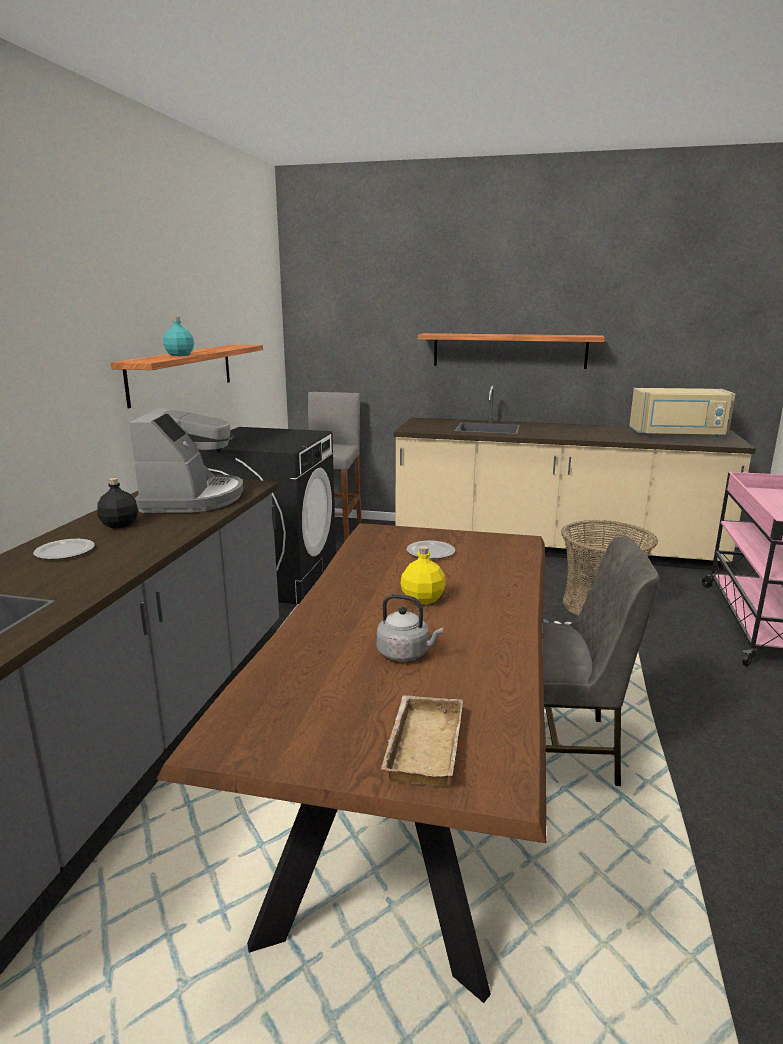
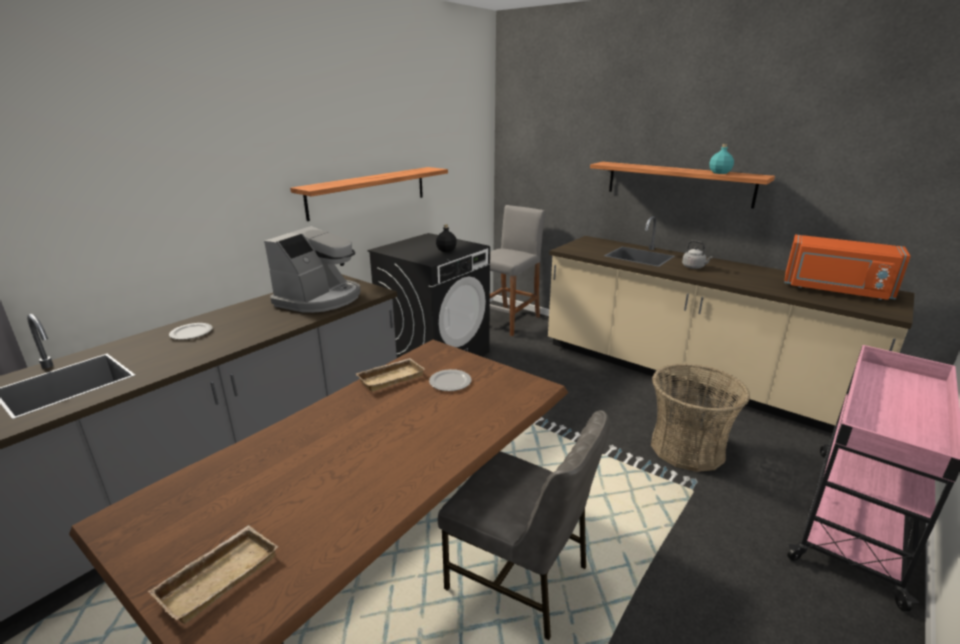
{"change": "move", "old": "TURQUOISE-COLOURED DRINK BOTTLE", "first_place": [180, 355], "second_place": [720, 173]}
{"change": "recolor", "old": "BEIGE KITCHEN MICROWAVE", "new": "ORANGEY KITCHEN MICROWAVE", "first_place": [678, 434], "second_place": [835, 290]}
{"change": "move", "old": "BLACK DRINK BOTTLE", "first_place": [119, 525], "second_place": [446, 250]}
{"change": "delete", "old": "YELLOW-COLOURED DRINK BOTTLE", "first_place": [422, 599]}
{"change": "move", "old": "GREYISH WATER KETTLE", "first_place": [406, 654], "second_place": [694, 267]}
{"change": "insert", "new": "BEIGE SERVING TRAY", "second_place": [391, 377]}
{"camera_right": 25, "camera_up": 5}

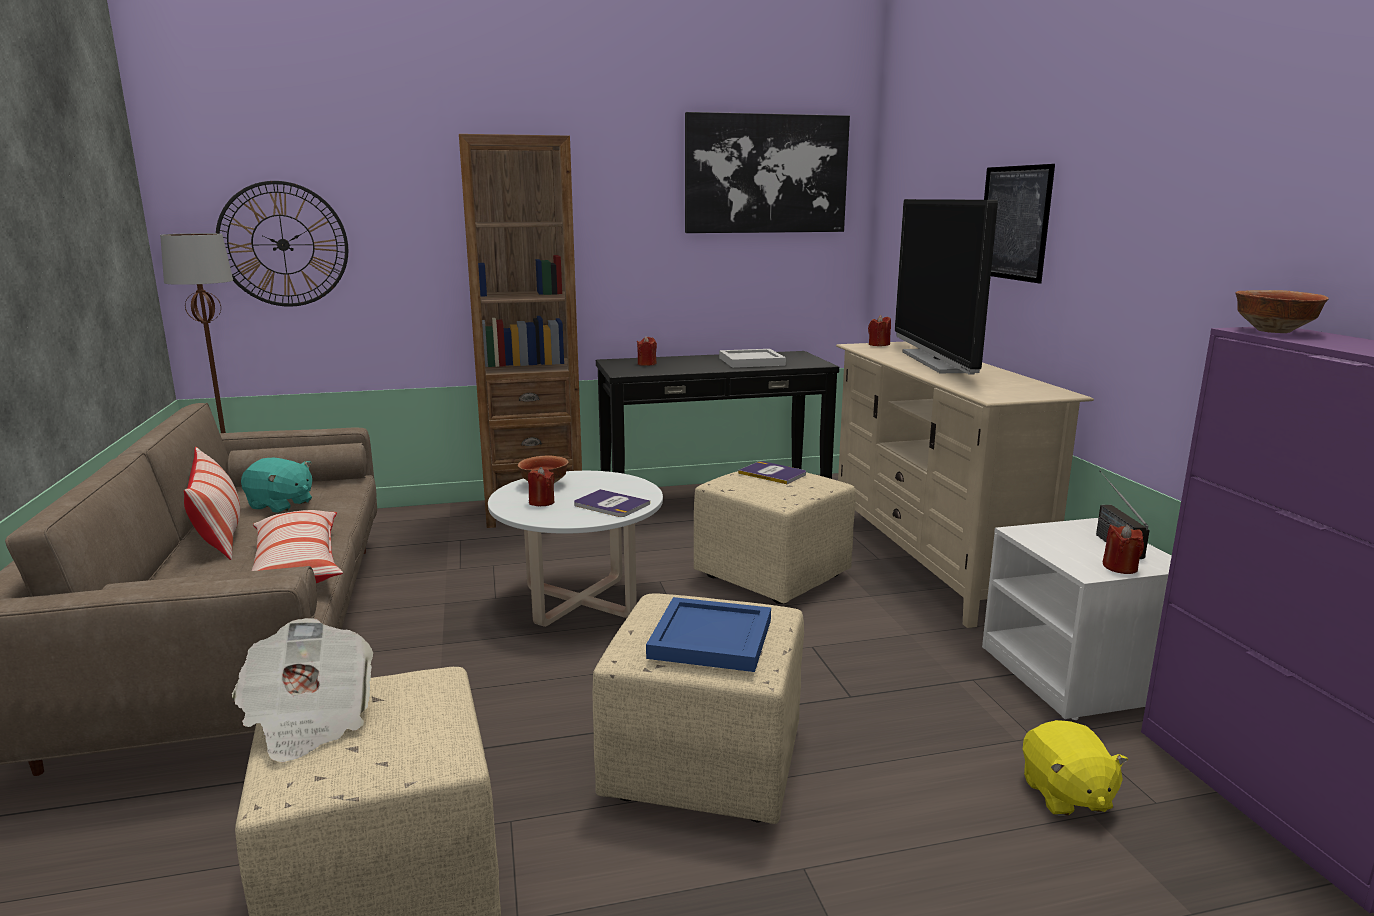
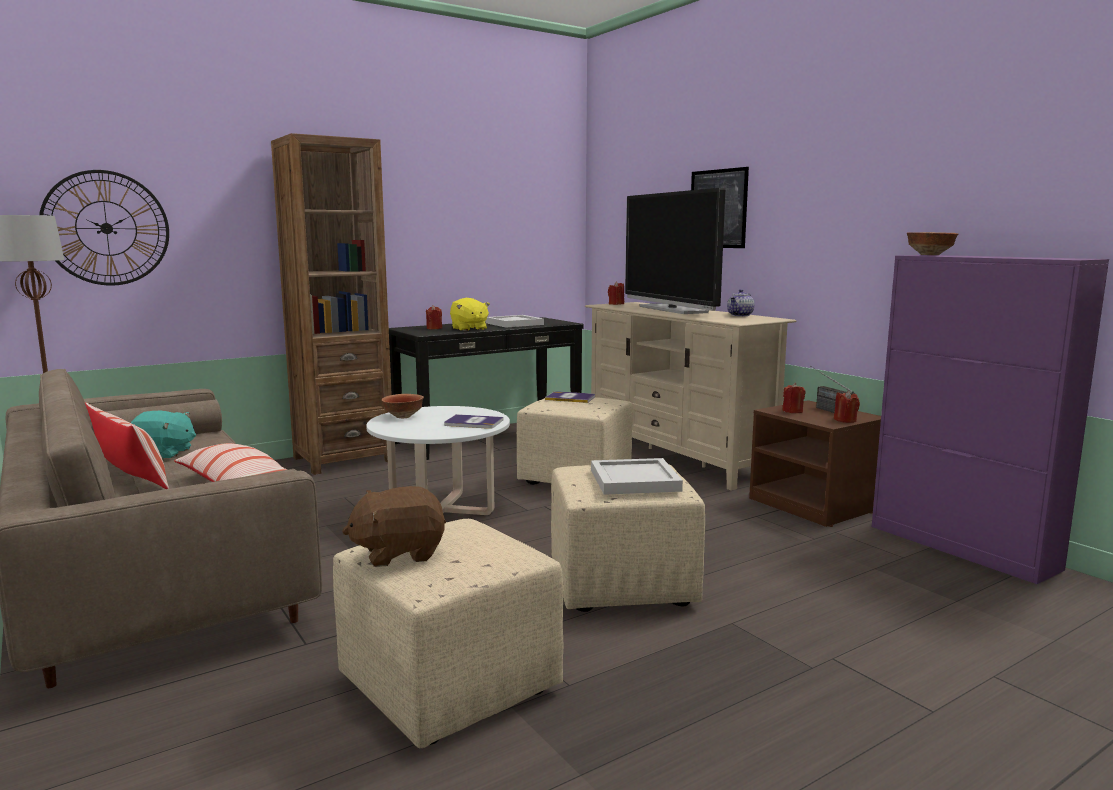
{"change": "delete", "old": "WALL PICTURE", "first_place": [766, 174]}
{"change": "move", "old": "RED-COLOURED WAX CANDLE", "first_place": [541, 502], "second_place": [792, 411]}
{"change": "recolor", "old": "WHITE NIGHT TABLE", "new": "BROWN-COLOURED NIGHT TABLE", "first_place": [1075, 675], "second_place": [815, 505]}
{"change": "recolor", "old": "BLUE SERVING TRAY", "new": "WHITE SERVING TRAY", "first_place": [709, 638], "second_place": [633, 480]}
{"change": "replace", "old": "NEWSPAPER", "new": "BROWN-COLOURED CUDDLY TOY", "first_place": [309, 719], "second_place": [398, 553]}
{"change": "move", "old": "YELLOW-COLOURED CUDDLY TOY", "first_place": [1065, 795], "second_place": [469, 329]}
{"change": "insert", "new": "POT FOR TEA", "second_place": [740, 315]}
{"camera_right": -20, "camera_up": -5}

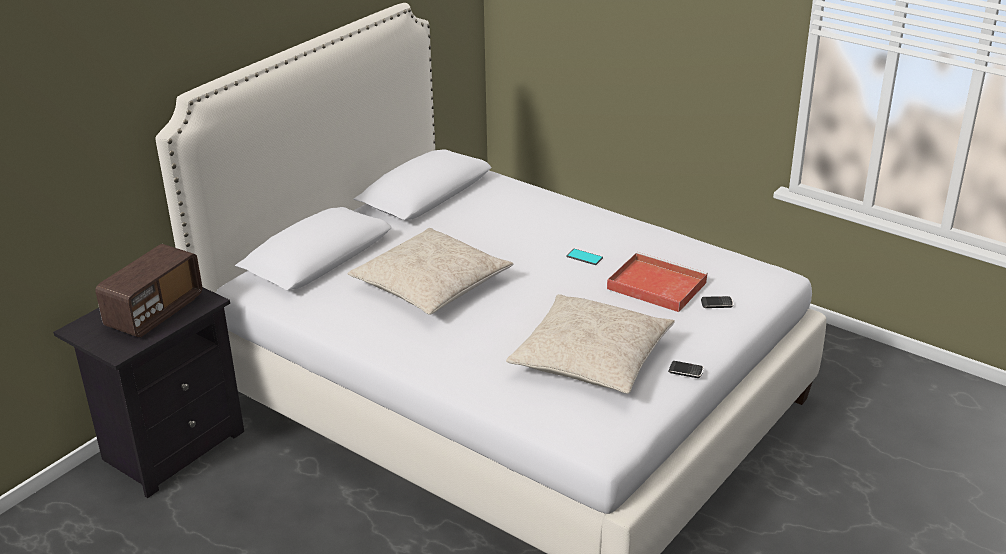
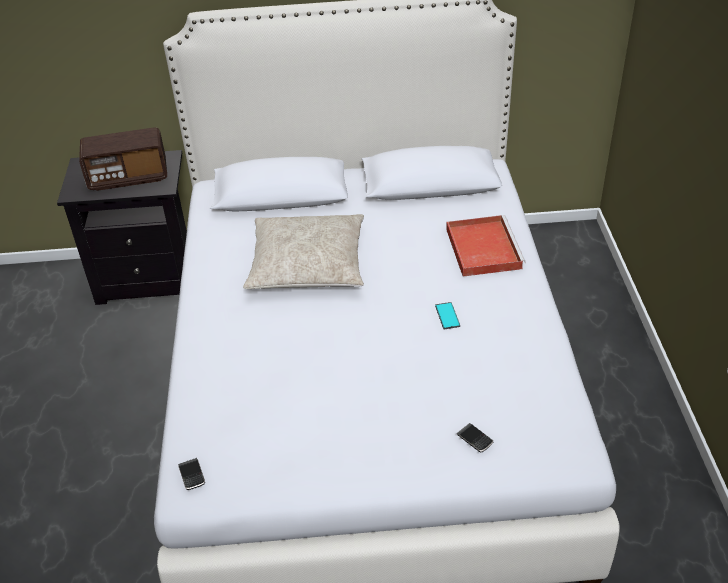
{"change": "move", "old": "RED-COLOURED SERVING TRAY", "first_place": [654, 285], "second_place": [482, 247]}
{"change": "delete", "old": "BEIGE PILLOW", "first_place": [591, 358]}
{"change": "move", "old": "TELEPHONE", "first_place": [685, 371], "second_place": [192, 475]}
{"camera_right": 50, "camera_up": 10}

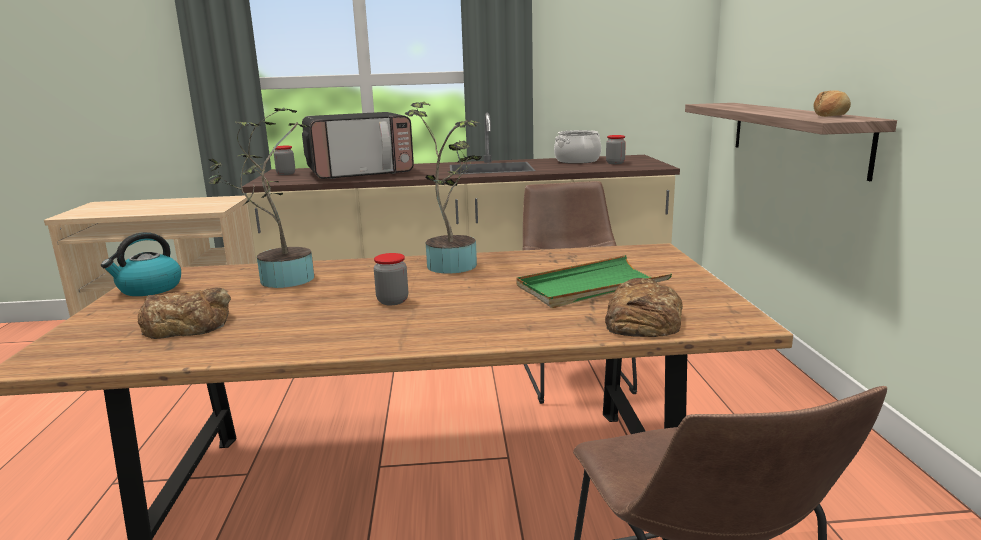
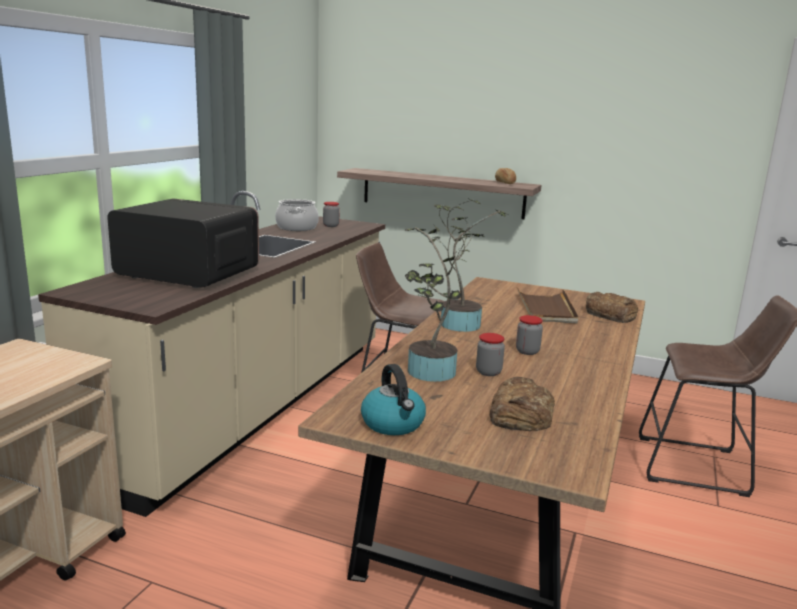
{"change": "rotate", "old": "KITCHEN MICROWAVE", "first_place": [360, 173], "second_place": [187, 273], "degrees": -75}
{"change": "move", "old": "STORAGE JAR", "first_place": [286, 174], "second_place": [488, 372]}
{"change": "recolor", "old": "GREENISH SERVING TRAY", "new": "BROWN-COLOURED SERVING TRAY", "first_place": [591, 287], "second_place": [546, 309]}
{"camera_right": -65, "camera_up": 0}

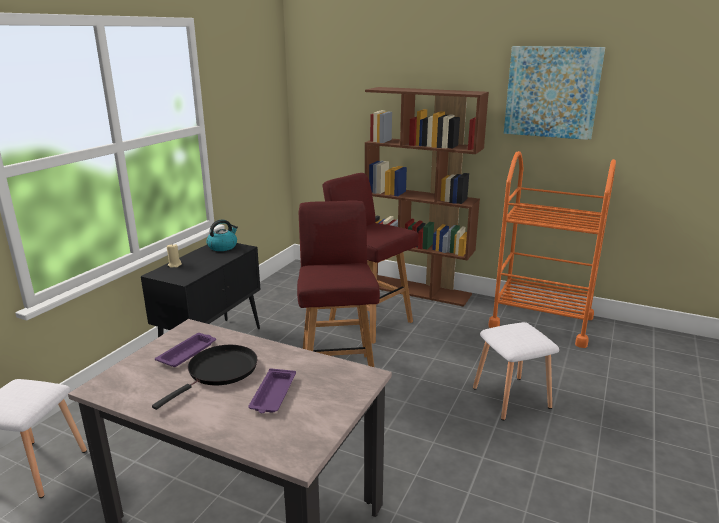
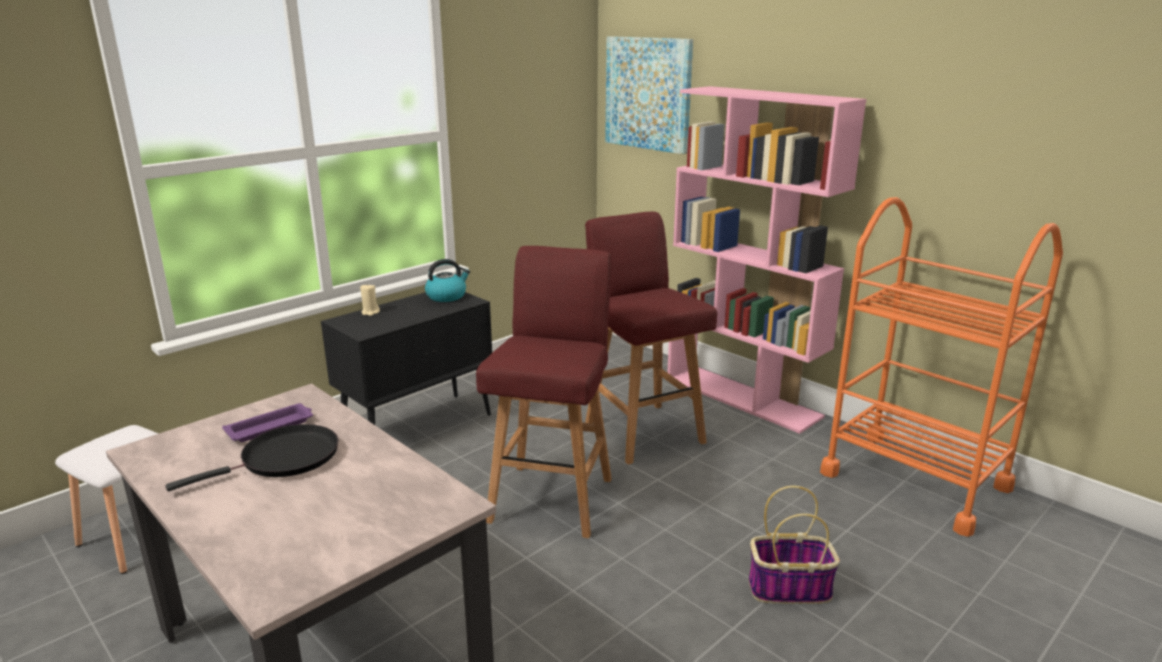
{"change": "move", "old": "WALL PICTURE", "first_place": [552, 92], "second_place": [648, 93]}
{"change": "recolor", "old": "BROWN-COLOURED SHELVING UNIT", "new": "PINK SHELVING UNIT", "first_place": [418, 290], "second_place": [743, 398]}
{"change": "replace", "old": "WHITE STOOL SEAT", "new": "BASKET", "first_place": [512, 397], "second_place": [790, 588]}
{"change": "delete", "old": "PURPLISH SERVING TRAY", "first_place": [273, 395]}
{"camera_right": 20, "camera_up": 0}

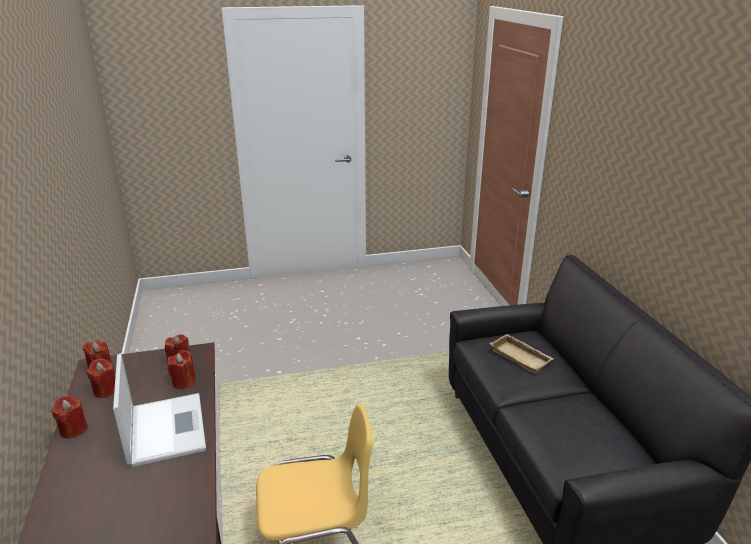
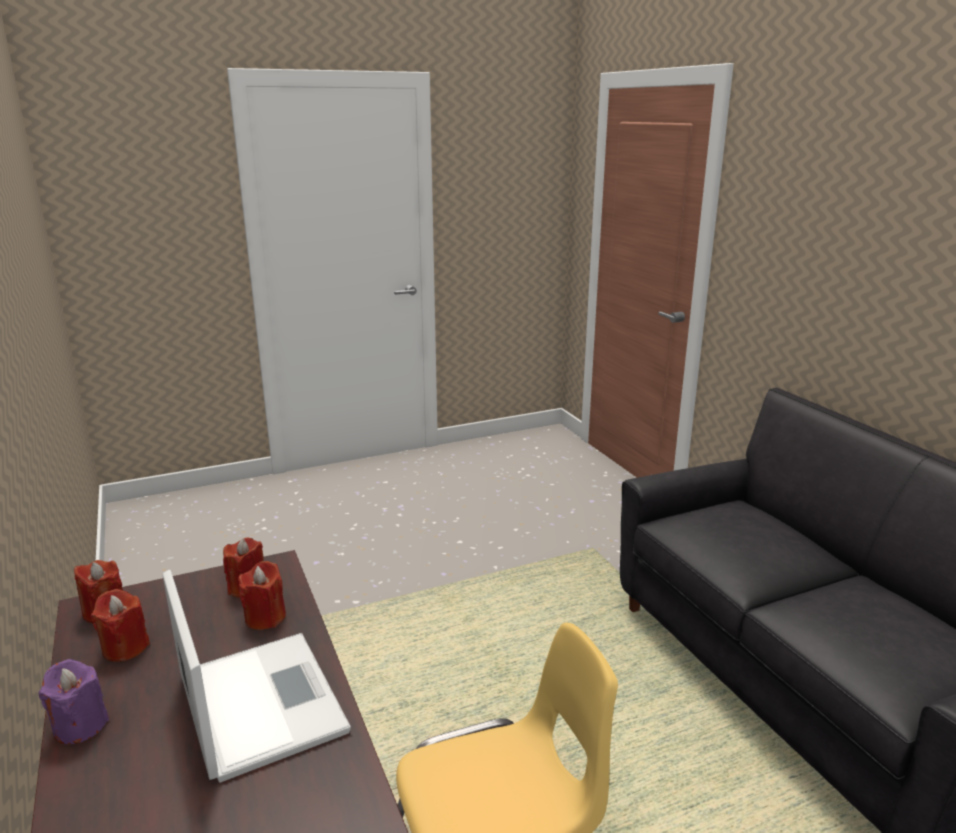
{"change": "delete", "old": "BEIGE SERVING TRAY", "first_place": [522, 357]}
{"change": "recolor", "old": "RED-COLOURED WAX CANDLE", "new": "PURPLISH WAX CANDLE", "first_place": [73, 429], "second_place": [80, 726]}
{"camera_right": -10, "camera_up": -5}

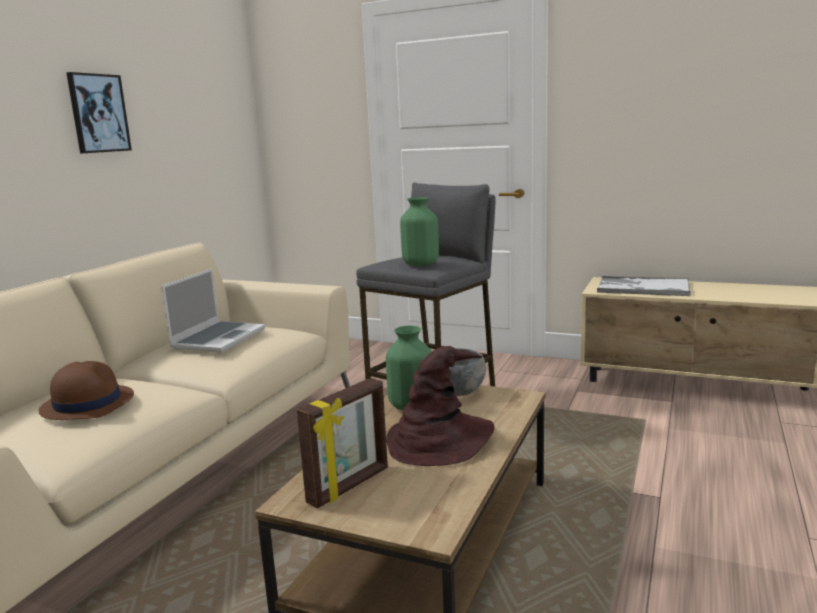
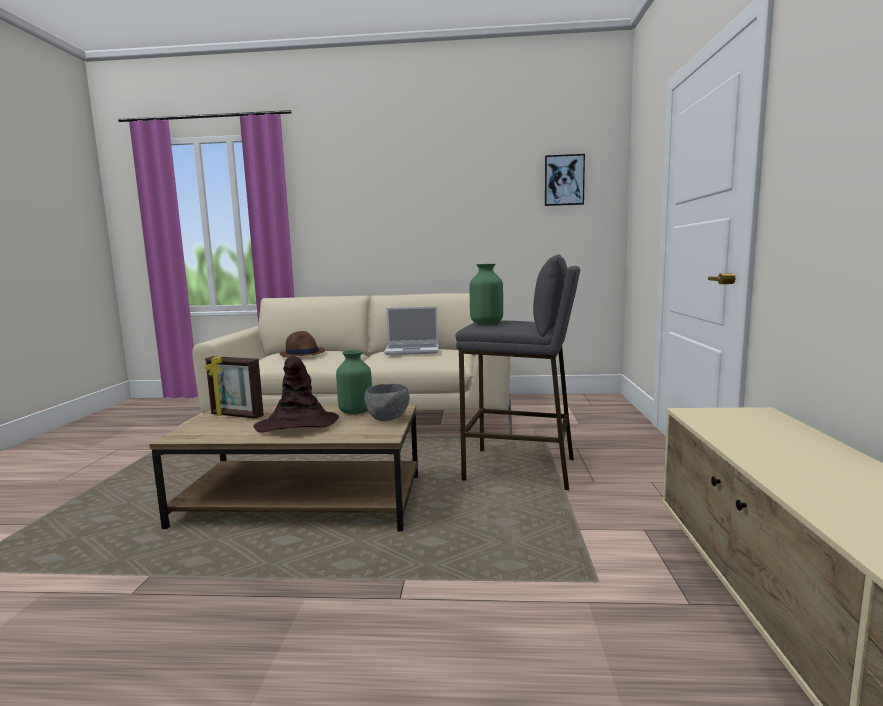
{"change": "move", "old": "WALL PICTURE", "first_place": [98, 113], "second_place": [564, 180]}
{"change": "delete", "old": "SERVING TRAY", "first_place": [642, 287]}
{"camera_right": 70, "camera_up": -5}

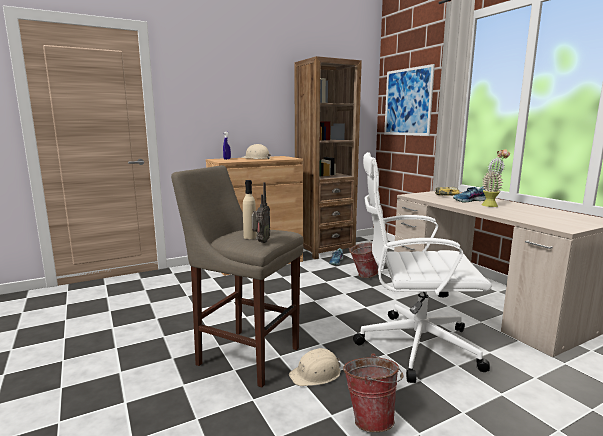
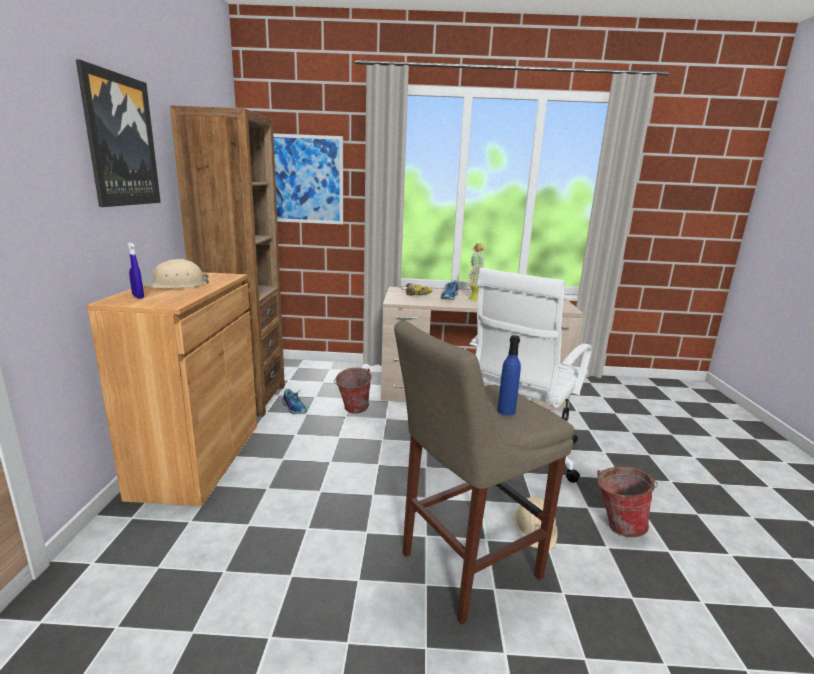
{"change": "recolor", "old": "BEIGE DRINK BOTTLE", "new": "BLUE DRINK BOTTLE", "first_place": [250, 237], "second_place": [506, 411]}
{"change": "delete", "old": "RADIO SET", "first_place": [260, 242]}
{"change": "insert", "new": "WALL PICTURE", "second_place": [120, 141]}
{"camera_right": -60, "camera_up": 5}

